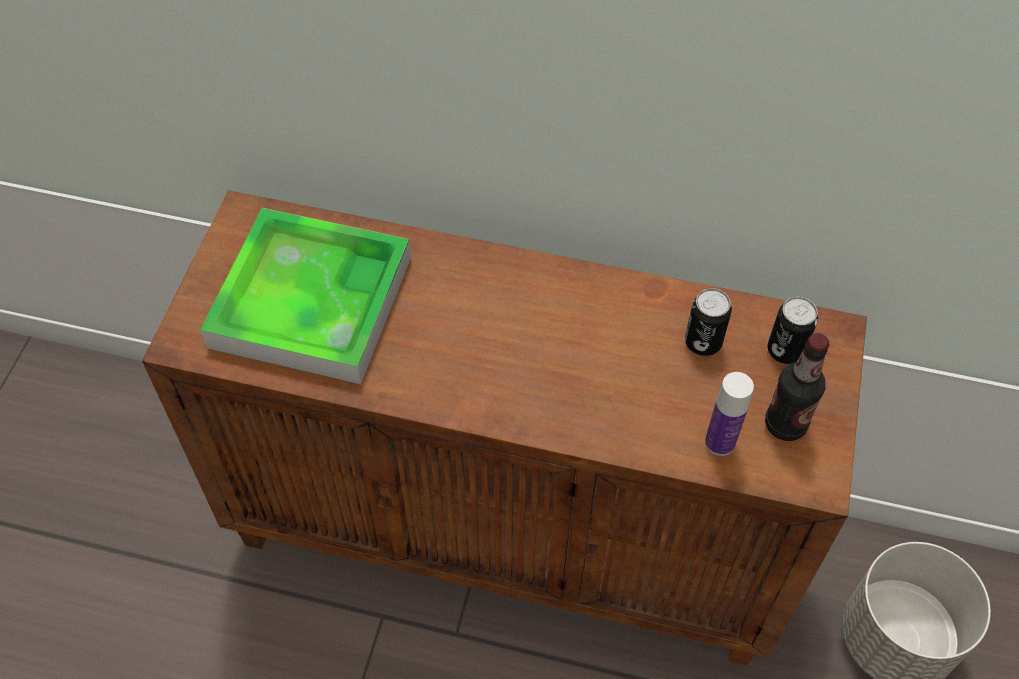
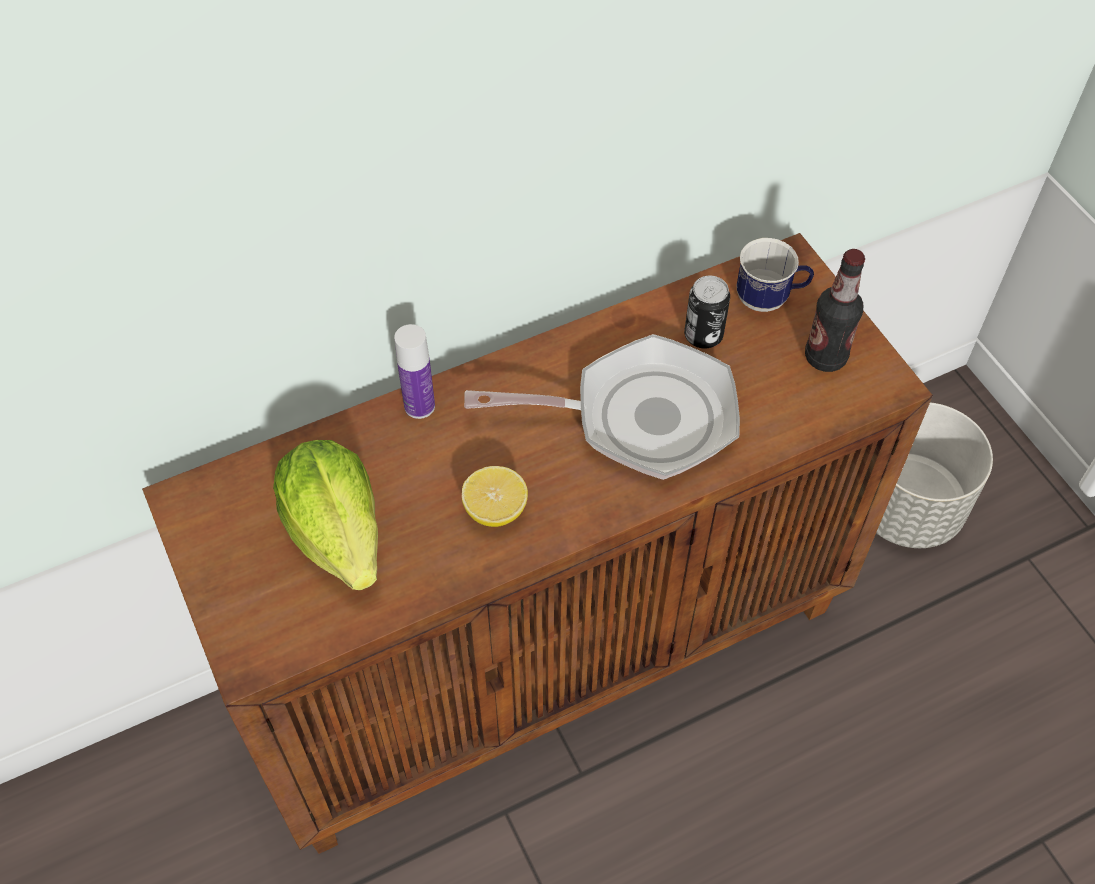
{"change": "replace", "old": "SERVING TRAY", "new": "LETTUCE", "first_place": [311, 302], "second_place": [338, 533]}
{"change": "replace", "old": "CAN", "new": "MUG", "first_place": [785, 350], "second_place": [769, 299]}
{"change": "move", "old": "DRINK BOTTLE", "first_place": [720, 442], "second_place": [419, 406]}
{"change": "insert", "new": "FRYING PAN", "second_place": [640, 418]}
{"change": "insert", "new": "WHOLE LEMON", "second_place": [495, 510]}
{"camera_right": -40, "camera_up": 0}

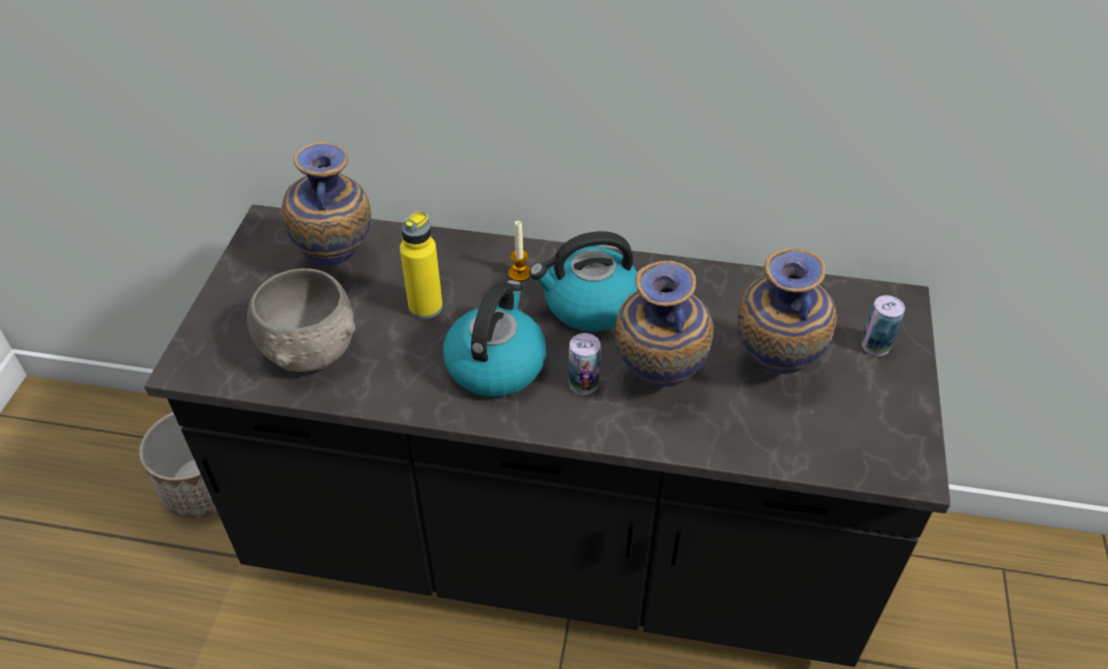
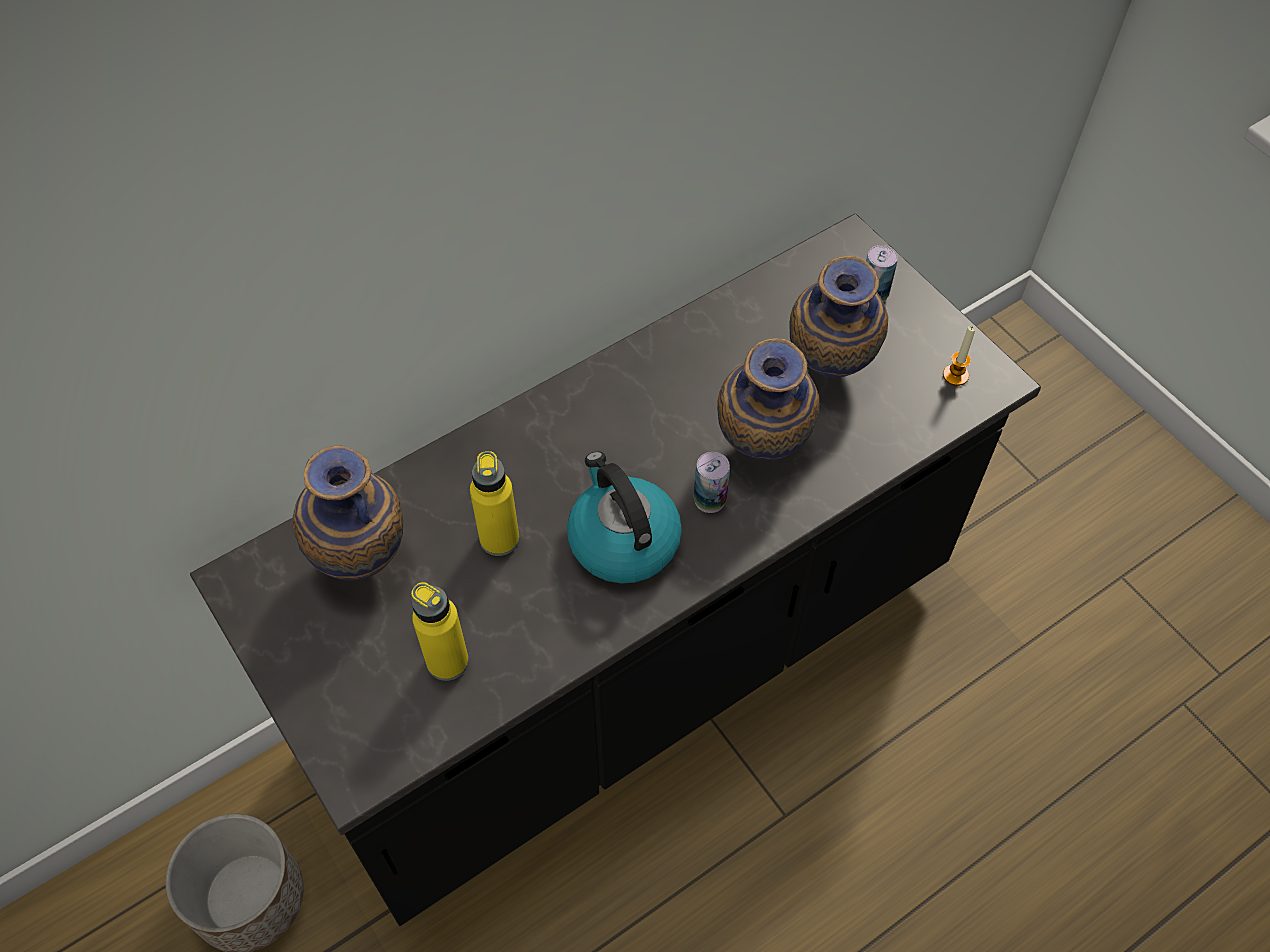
{"change": "move", "old": "WAX CANDLE", "first_place": [519, 273], "second_place": [955, 375]}
{"change": "delete", "old": "WATER KETTLE", "first_place": [589, 305]}
{"change": "replace", "old": "GREYISH BOWL", "new": "YELLOW-COLOURED DRINK BOTTLE", "first_place": [310, 348], "second_place": [447, 661]}
{"camera_right": -45, "camera_up": 10}

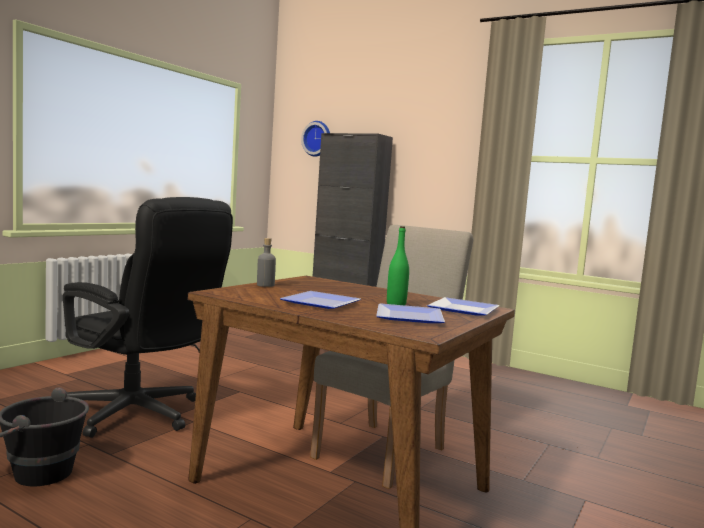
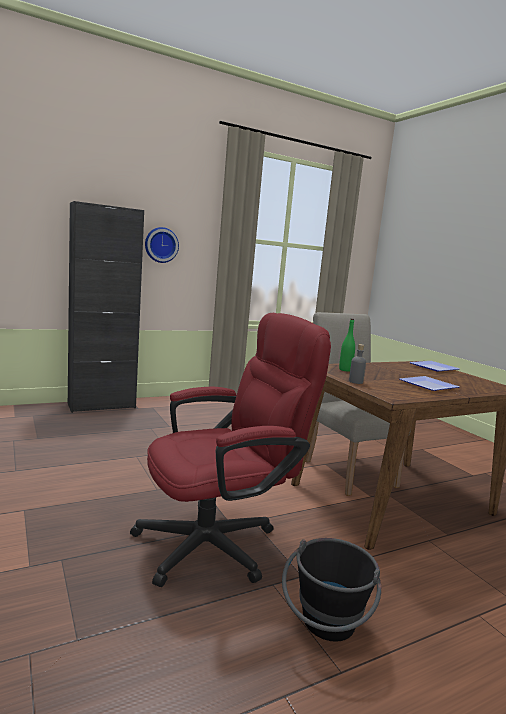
{"change": "move", "old": "CLOCK ON THE WALL", "first_place": [317, 139], "second_place": [161, 245]}
{"change": "recolor", "old": "BLACK DESK CHAIR", "new": "RED-COLOURED DESK CHAIR", "first_place": [141, 415], "second_place": [220, 542]}
{"change": "move", "old": "GREENISH DRINK BOTTLE", "first_place": [396, 304], "second_place": [345, 370]}
{"change": "delete", "old": "FLAT DISH", "first_place": [407, 317]}
{"camera_right": -60, "camera_up": 5}

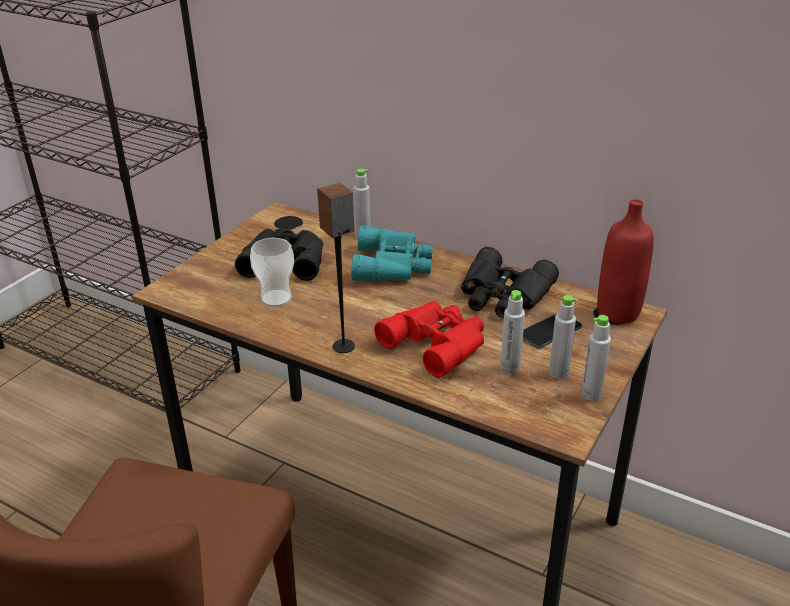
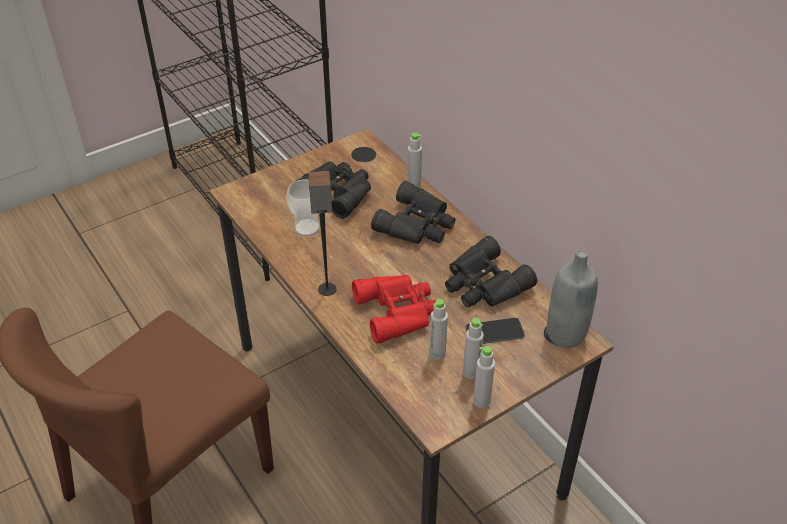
{"change": "recolor", "old": "RED-COLOURED DRINK BOTTLE", "new": "GREYISH DRINK BOTTLE", "first_place": [618, 312], "second_place": [566, 334]}
{"change": "recolor", "old": "TURQUOISE-COLOURED PAIR OF BINOCULARS", "new": "BLACK PAIR OF BINOCULARS", "first_place": [394, 264], "second_place": [417, 224]}
{"camera_right": 25, "camera_up": 10}

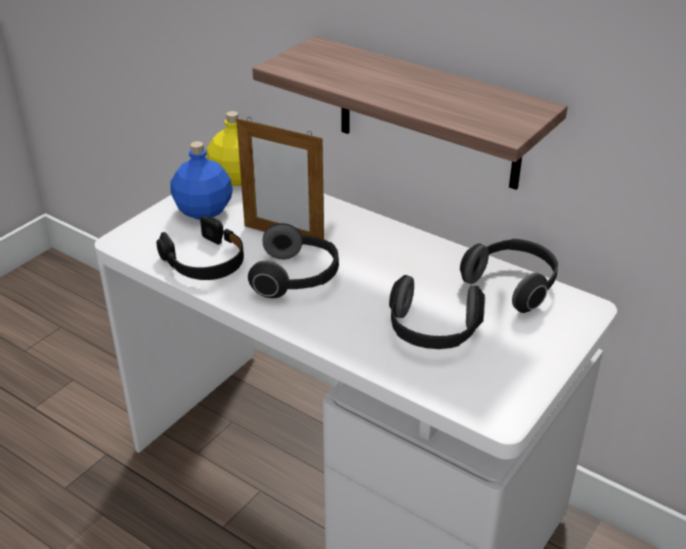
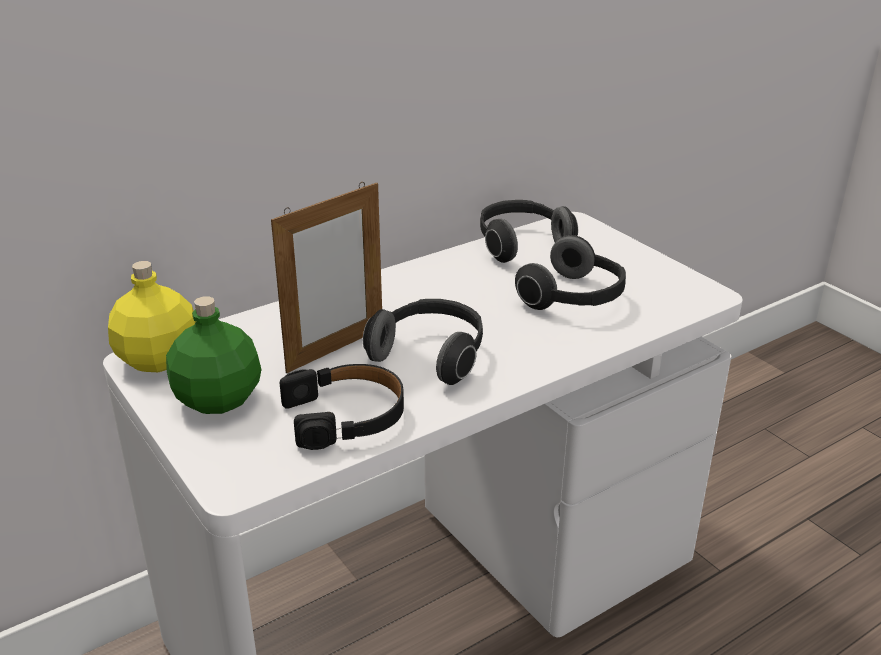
{"change": "delete", "old": "SHELF", "first_place": [428, 114]}
{"change": "recolor", "old": "BLUE DRINK BOTTLE", "new": "GREENISH DRINK BOTTLE", "first_place": [204, 211], "second_place": [219, 399]}
{"camera_right": -70, "camera_up": -5}

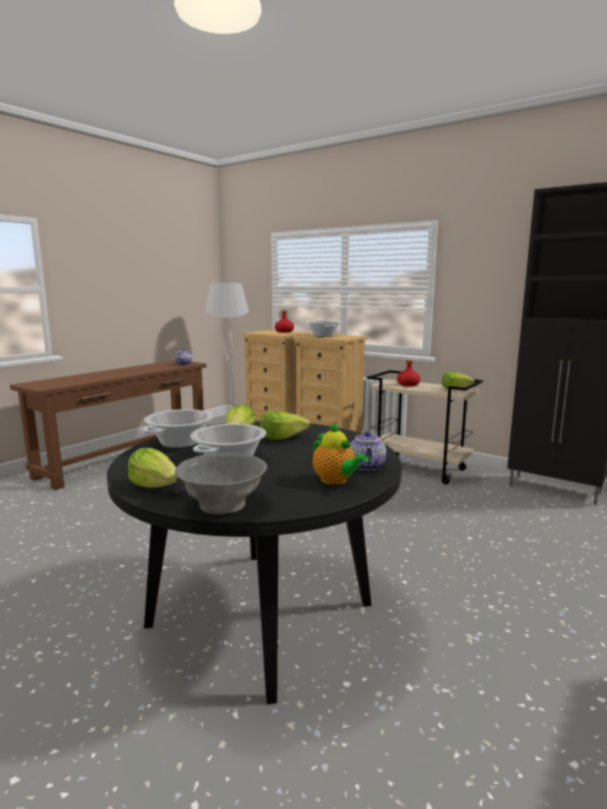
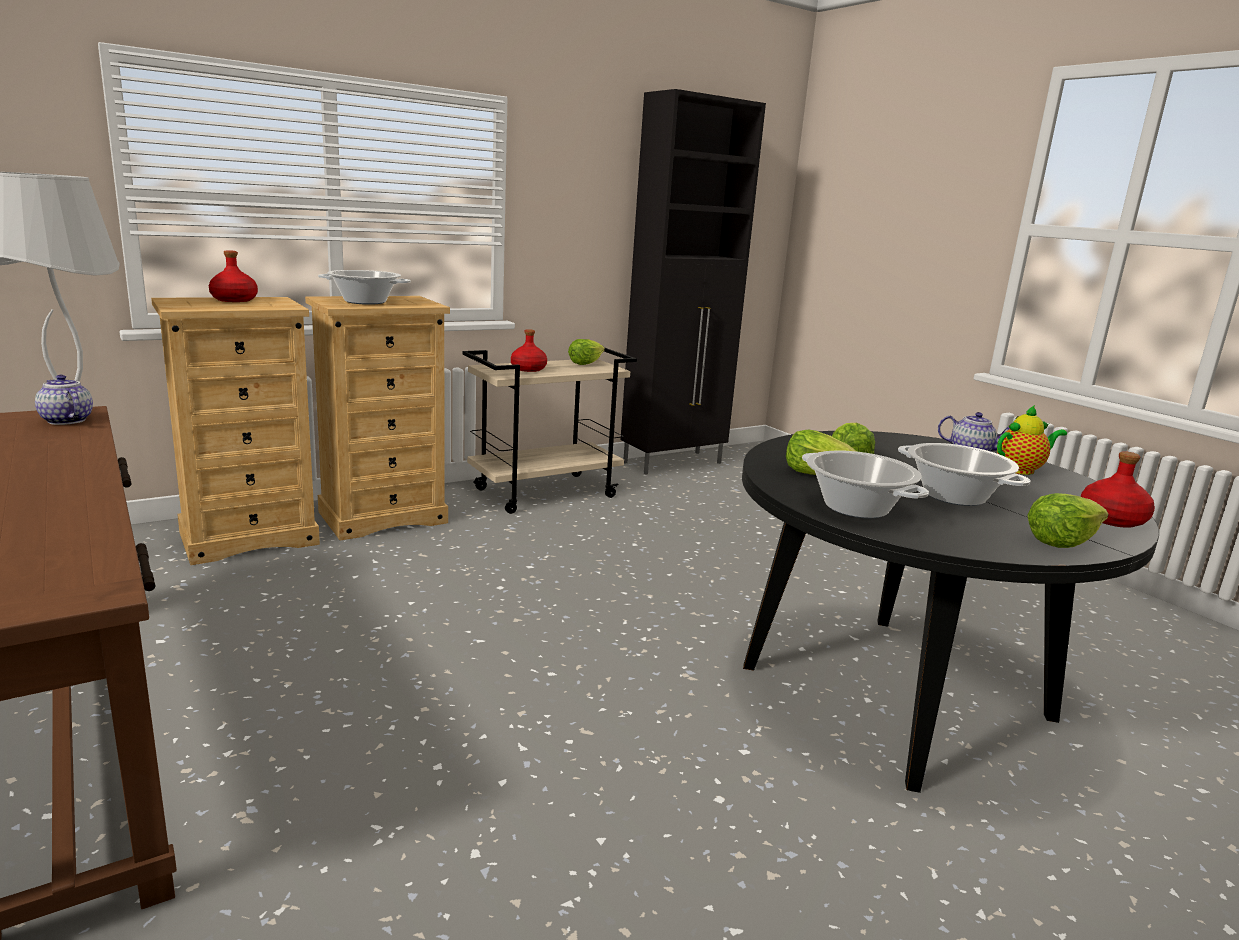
{"change": "replace", "old": "GREYISH BOWL", "new": "RED-COLOURED DRINK BOTTLE", "first_place": [223, 505], "second_place": [1111, 519]}
{"camera_right": -70, "camera_up": 5}

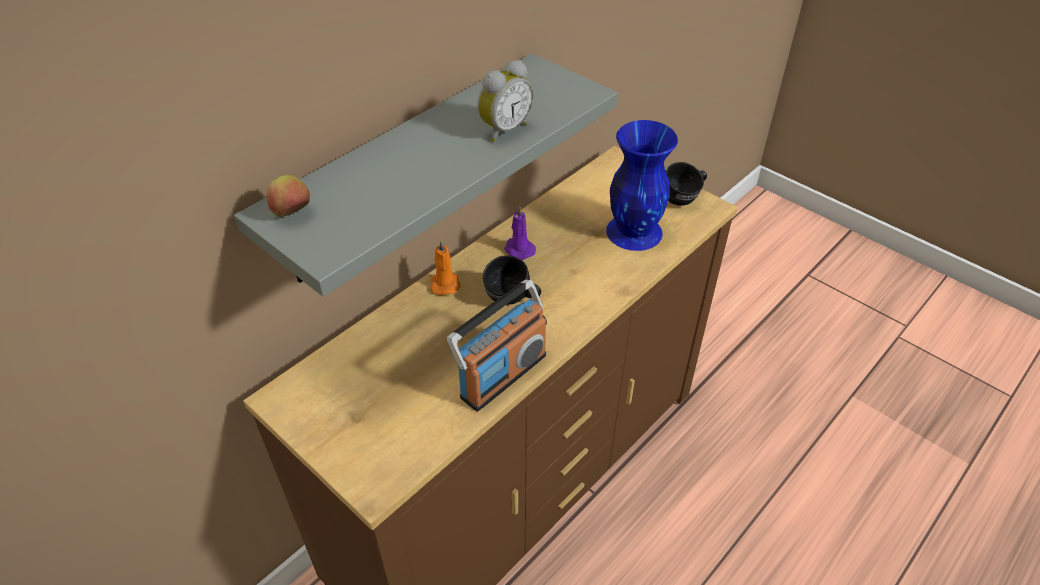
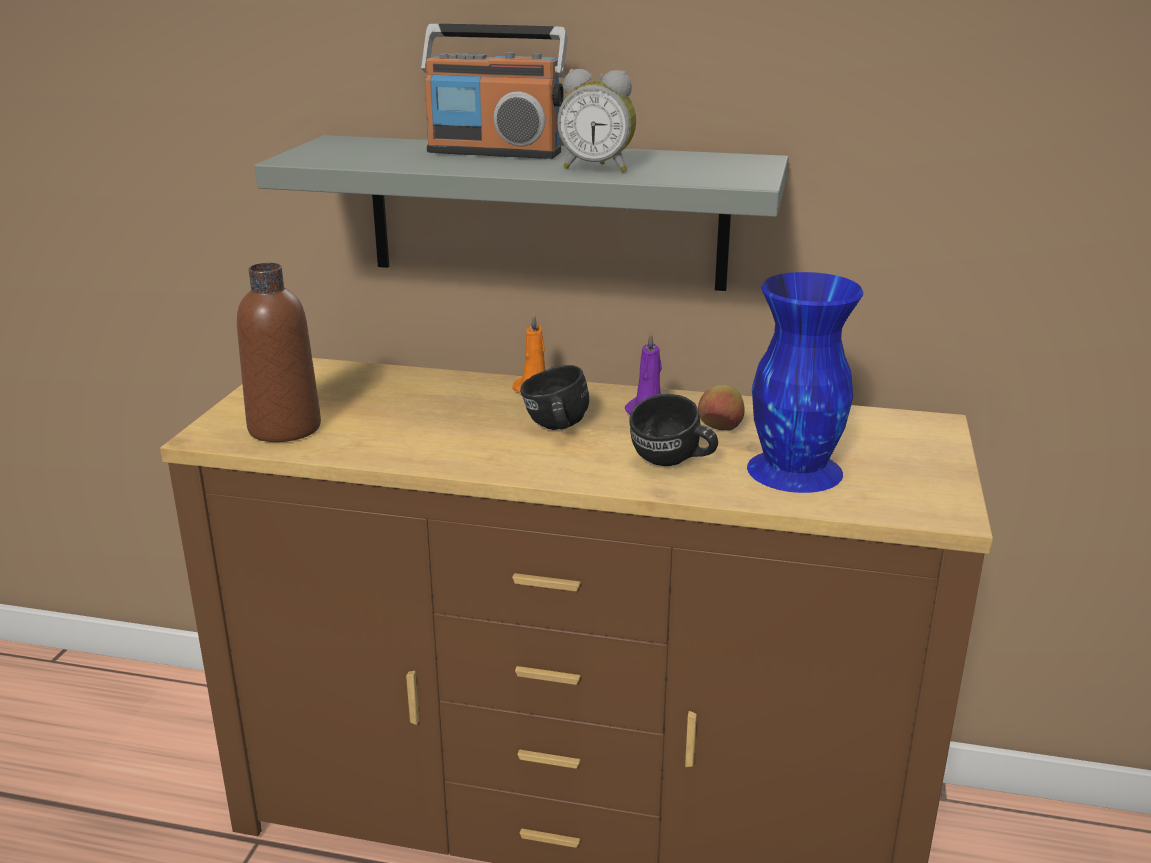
{"change": "move", "old": "BLACK MUG", "first_place": [684, 199], "second_place": [672, 463]}
{"change": "move", "old": "APPLE", "first_place": [292, 213], "second_place": [720, 430]}
{"change": "move", "old": "RADIO SET", "first_place": [502, 375], "second_place": [494, 152]}
{"change": "insert", "new": "BROWN-COLOURED DRINK BOTTLE", "second_place": [284, 428]}
{"camera_right": 60, "camera_up": -20}

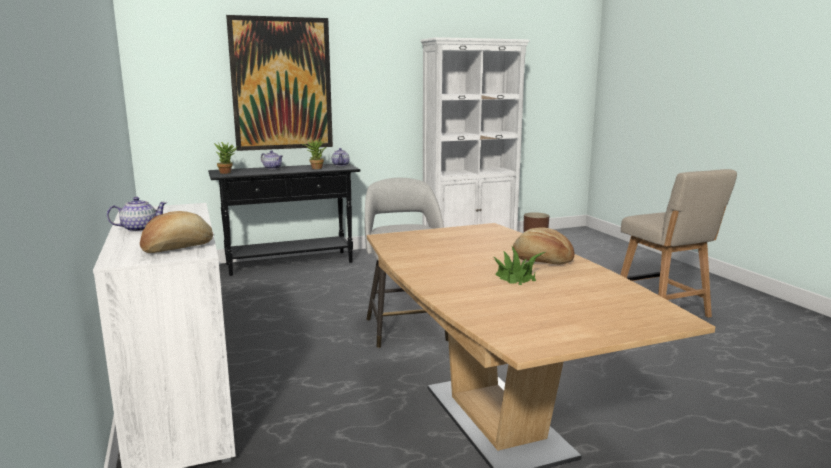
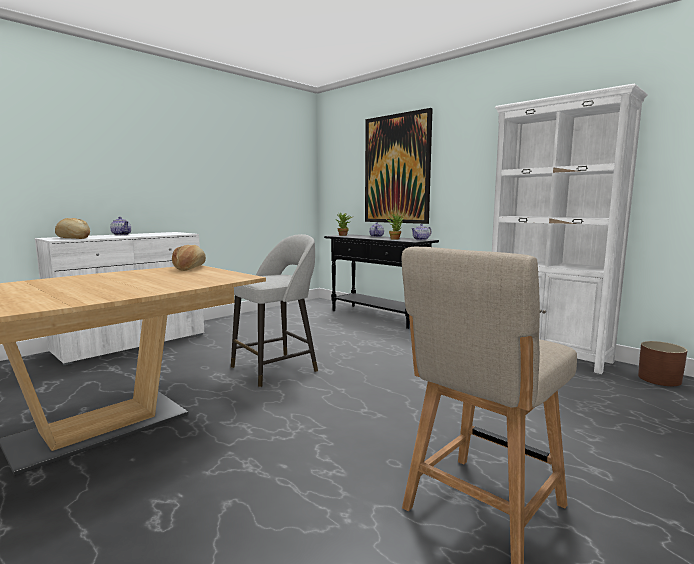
{"change": "move", "old": "BAKED BREAD", "first_place": [542, 260], "second_place": [190, 268]}
{"change": "delete", "old": "HOUSEPLANT", "first_place": [515, 277]}
{"camera_right": 65, "camera_up": -5}

